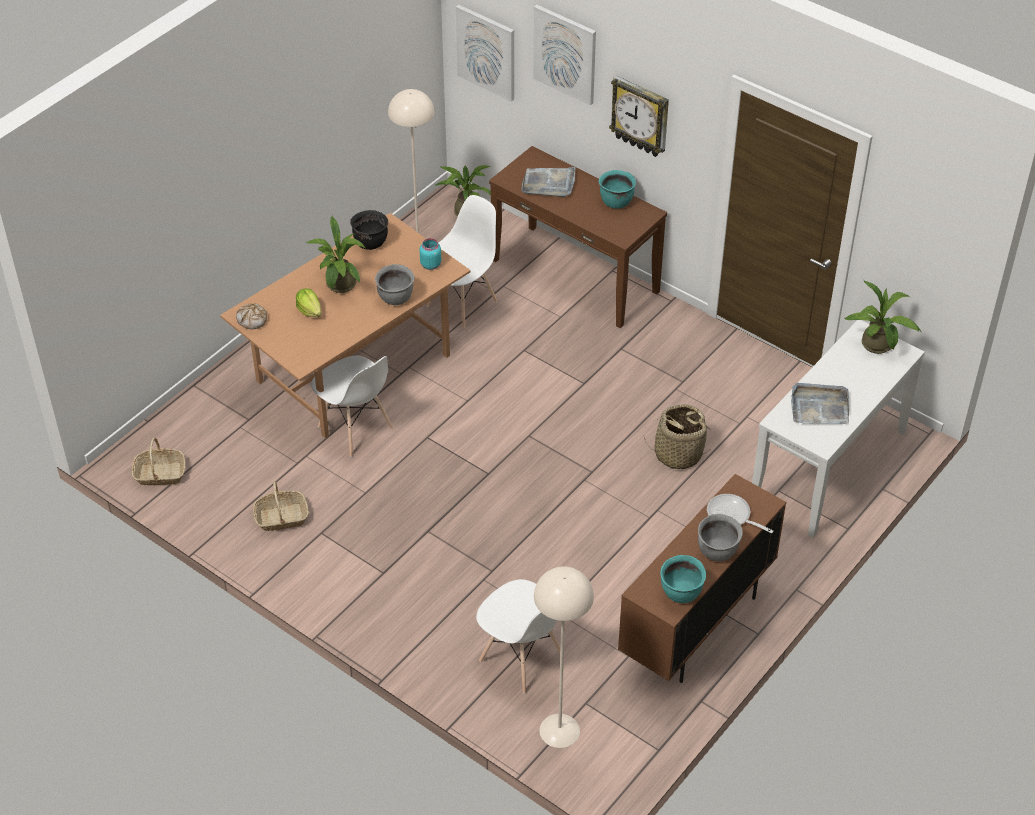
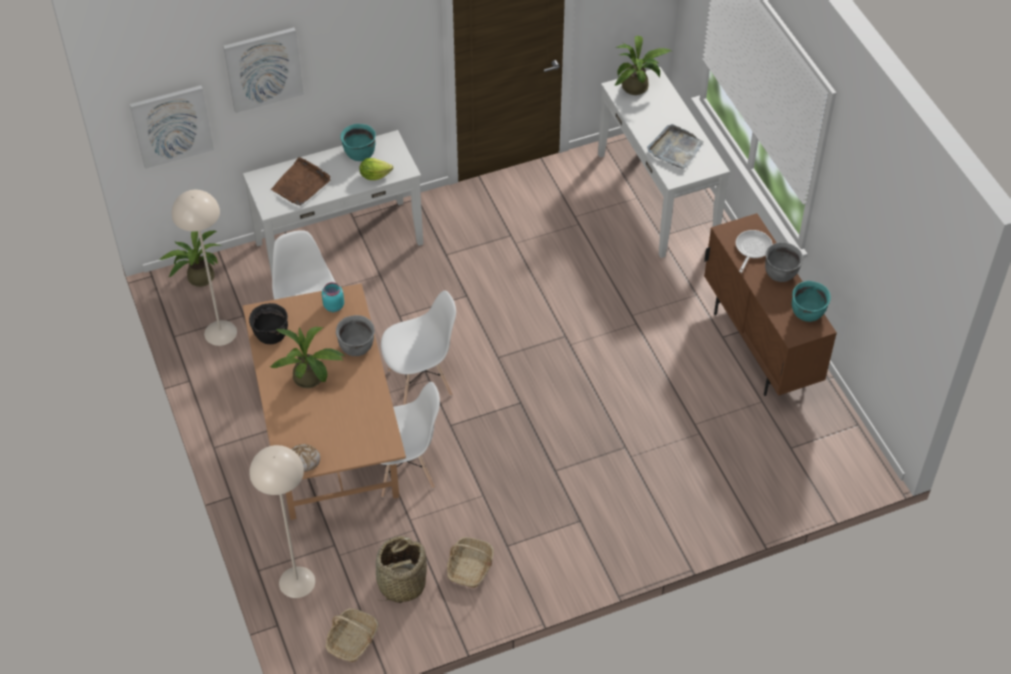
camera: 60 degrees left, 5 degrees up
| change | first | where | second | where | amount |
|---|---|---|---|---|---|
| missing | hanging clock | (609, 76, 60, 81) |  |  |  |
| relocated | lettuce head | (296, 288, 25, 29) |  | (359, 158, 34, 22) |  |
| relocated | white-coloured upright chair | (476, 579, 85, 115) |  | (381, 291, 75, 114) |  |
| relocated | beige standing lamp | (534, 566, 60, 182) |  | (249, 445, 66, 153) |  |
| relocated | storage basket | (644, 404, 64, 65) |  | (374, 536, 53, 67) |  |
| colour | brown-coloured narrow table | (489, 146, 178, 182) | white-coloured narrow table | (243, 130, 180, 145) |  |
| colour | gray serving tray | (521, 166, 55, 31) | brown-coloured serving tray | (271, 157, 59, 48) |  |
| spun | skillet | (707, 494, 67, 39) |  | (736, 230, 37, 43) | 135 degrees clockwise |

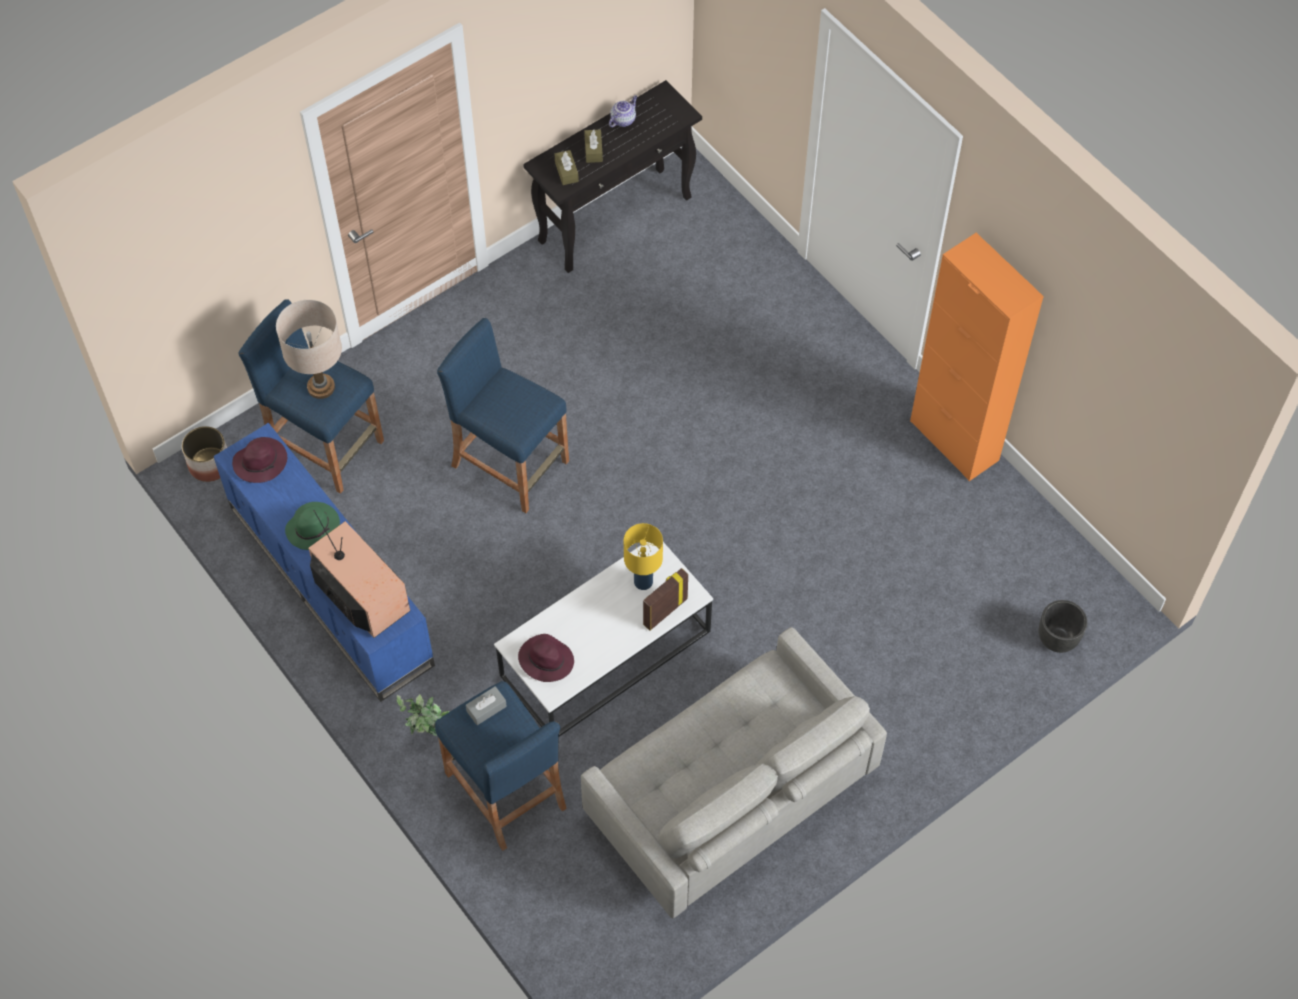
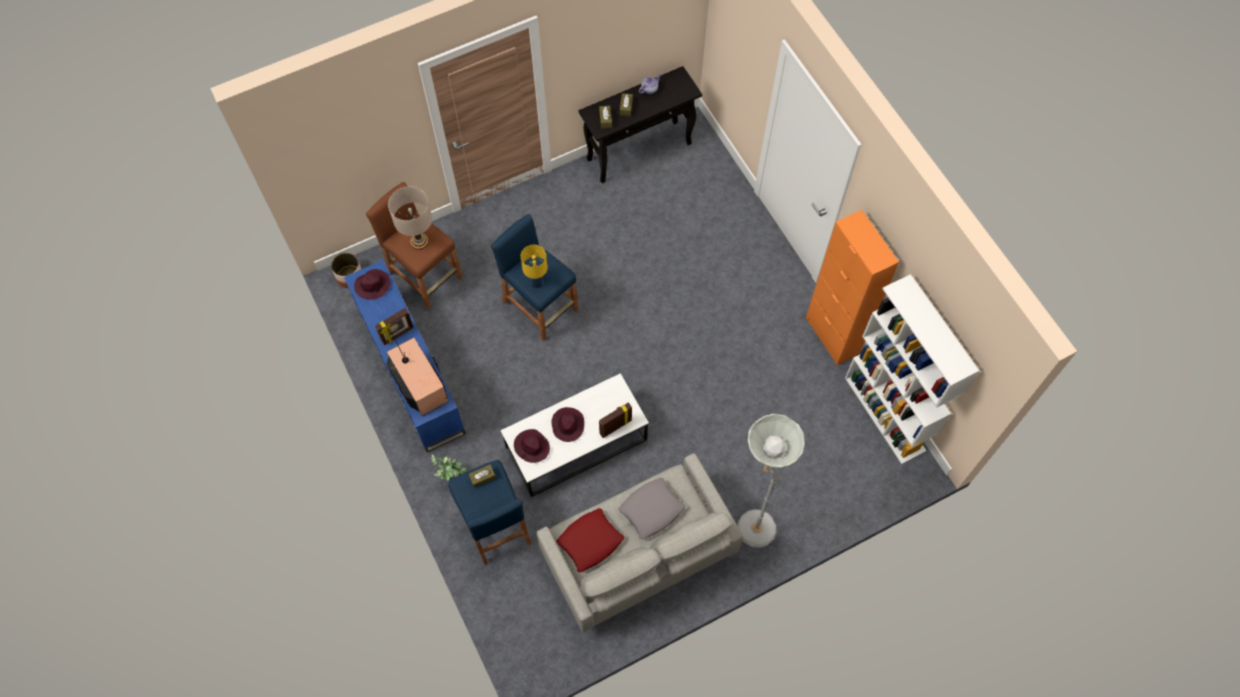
camera: 10 degrees right, 5 degrees up
| change | first | where | second | where | amount |
|---|---|---|---|---|---|
| missing | black flower pot | (1039, 600, 48, 53) |  |  |  |
| appeared |  |  | purple-coloured hat | (551, 407, 33, 35) |  |
| appeared |  |  | red throw pillow | (556, 508, 68, 64) |  |
| appeared |  |  | gray throw pillow | (618, 477, 68, 63) |  |
| appeared |  |  | gray standing lamp | (738, 414, 67, 134) |  |
| appeared |  |  | white-coloured shelving unit | (845, 274, 134, 190) |  |
| relocated | yellow table lamp | (624, 523, 39, 67) |  | (521, 245, 27, 44) |  |
| exchanged | green hat | (285, 502, 55, 48) | standing frame | (375, 308, 39, 37) |  |
| colour | blue stool seat | (239, 299, 145, 195) | brown-coloured stool seat | (366, 182, 96, 127) |  |
| colour | gray box of tissues | (466, 686, 41, 39) | brown-coloured box of tissues | (469, 465, 27, 23) |  |

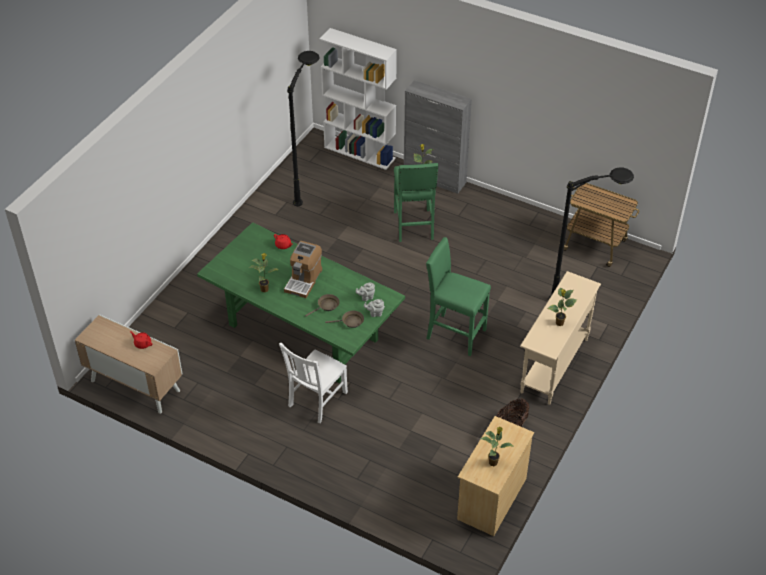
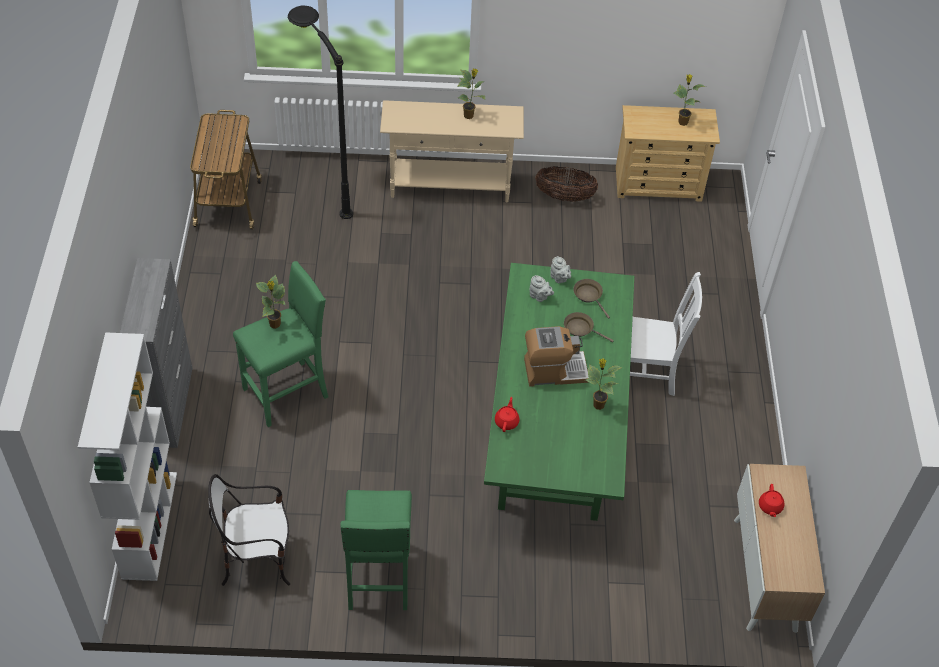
camera: 120 degrees left, 5 degrees up
| change | first | where | second | where | amount |
|---|---|---|---|---|---|
| relocated | green stool seat | (426, 237, 65, 119) |  | (340, 490, 72, 120) |  |
| exchanged | black standing lamp | (287, 51, 33, 155) | upright chair | (208, 474, 82, 112) |  |

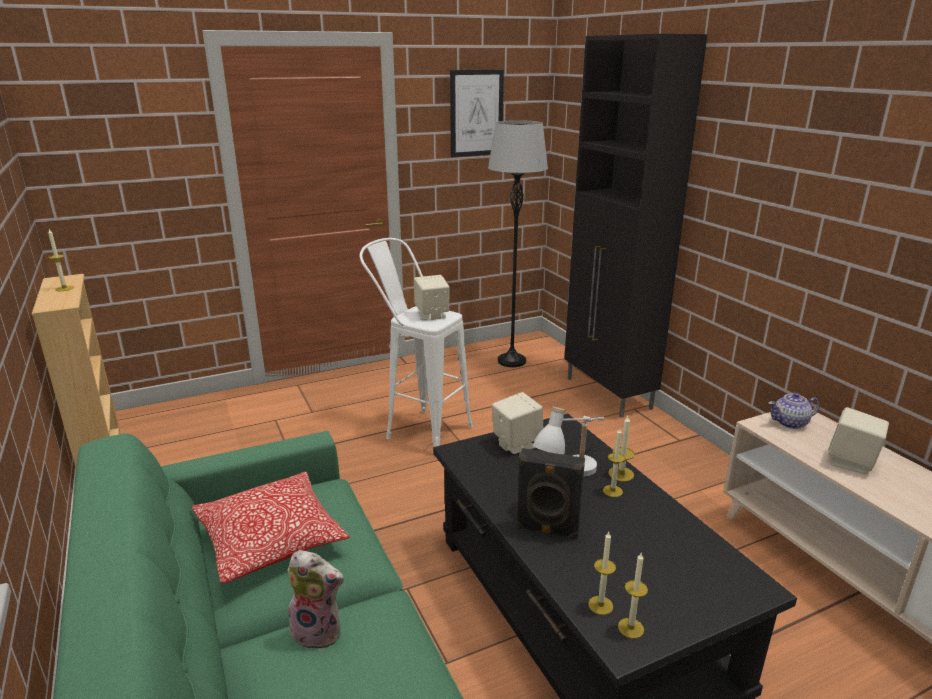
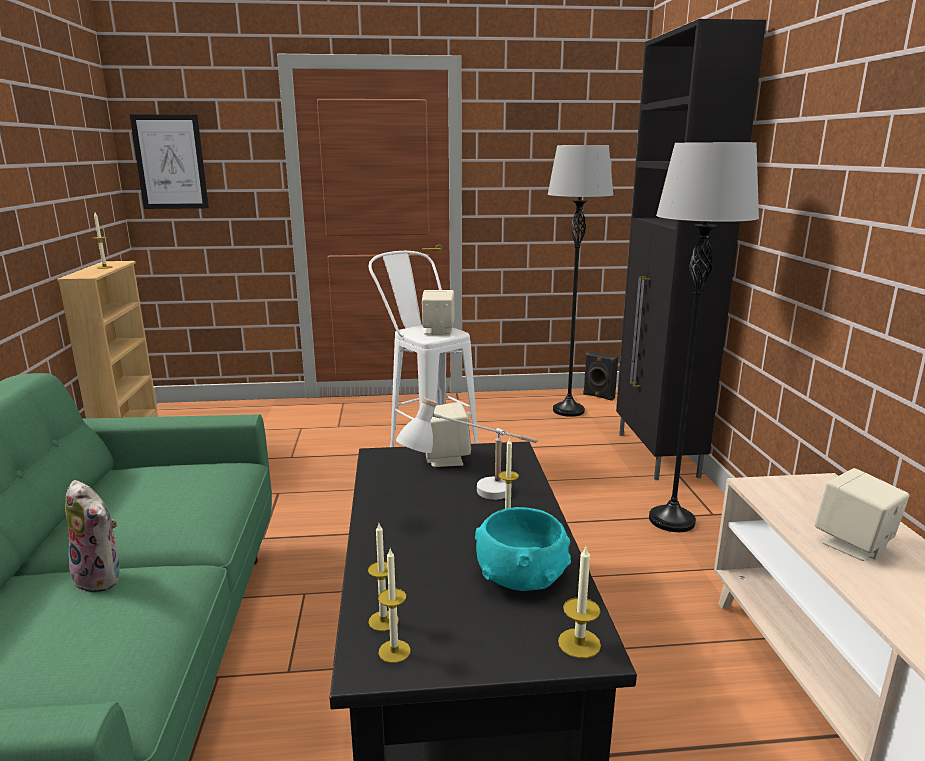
camera: 20 degrees right, 5 degrees down
| change | first | where | second | where | amount |
|---|---|---|---|---|---|
| missing | throw pillow | (192, 472, 158, 112) |  |  |  |
| missing | tea pot | (768, 393, 52, 36) |  |  |  |
| appeared |  |  | blue-green bowl | (475, 507, 96, 84) |  |
| appeared |  |  | gray standing lamp | (649, 142, 110, 390) |  |
| relocated | wall picture | (450, 70, 54, 87) |  | (130, 115, 79, 94) |  |
| relocated | black audio speaker | (516, 448, 69, 92) |  | (583, 351, 35, 50) |  |
| relocated | wax light | (608, 416, 27, 66) |  | (558, 547, 43, 112) |  |

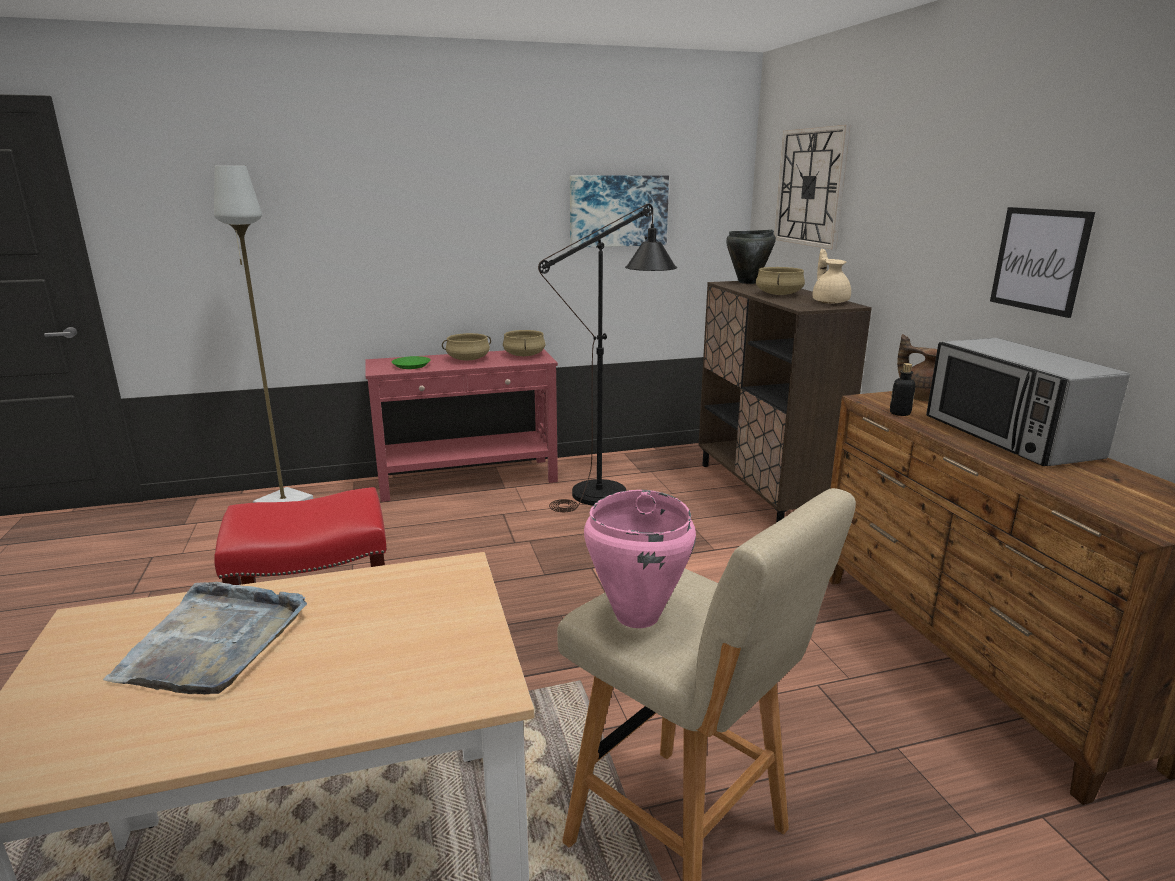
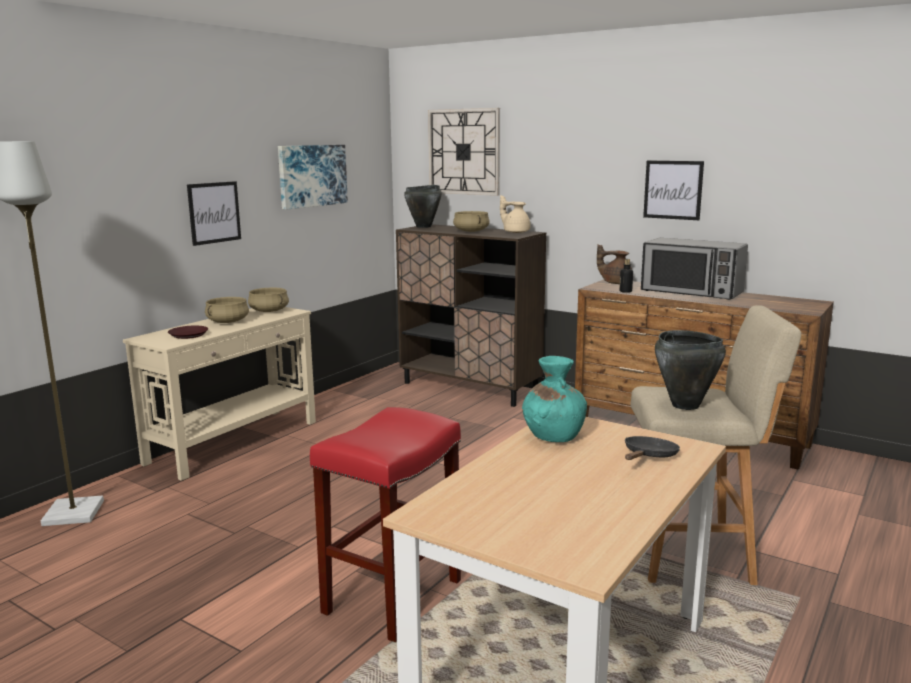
camera: 40 degrees left, 5 degrees down
| change | first | where | second | where | amount |
|---|---|---|---|---|---|
| missing | gray serving tray | (103, 582, 204, 112) |  |  |  |
| missing | black standing lamp | (538, 204, 139, 308) |  |  |  |
| appeared |  |  | wall picture | (187, 181, 54, 65) |  |
| appeared |  |  | blue-green decorative vase | (522, 356, 65, 86) |  |
| appeared |  |  | black skillet | (625, 436, 55, 24) |  |
| colour | red narrow table | (365, 349, 193, 153) | beige narrow table | (123, 307, 193, 174) |  |
| colour | green plate | (392, 356, 39, 13) | brown-coloured plate | (168, 326, 40, 13) |  |
| colour | pinkish saucepot | (584, 490, 112, 138) | black saucepot | (655, 330, 71, 80) |  |

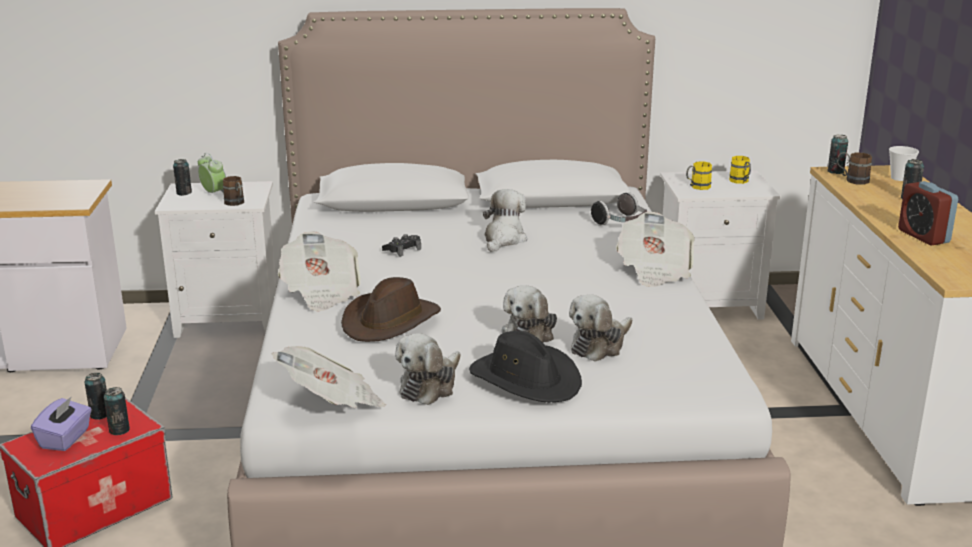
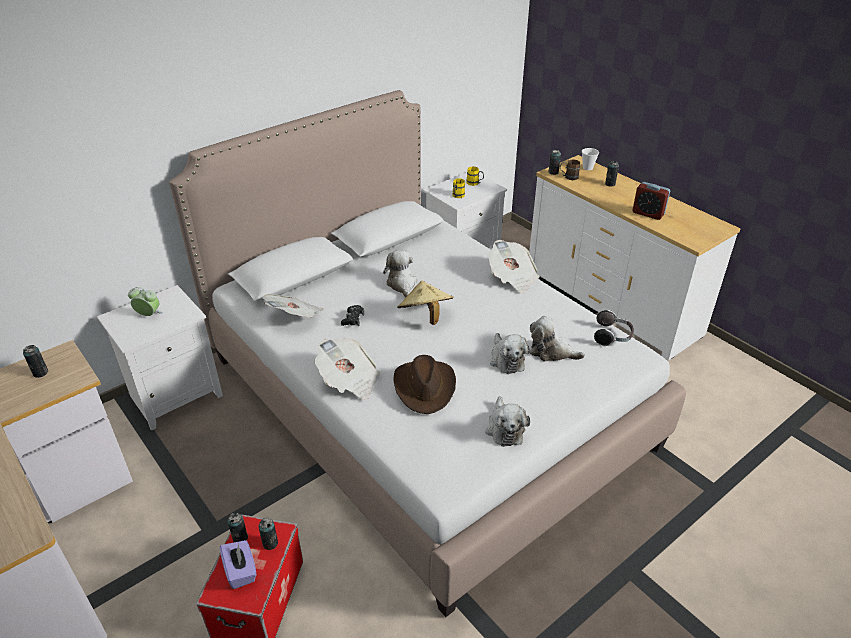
camera: 35 degrees left, 15 degrees up
| change | first | where | second | where | amount |
|---|---|---|---|---|---|
| missing | brown-coloured mug | (223, 176, 21, 30) |  |  |  |
| missing | black hat | (469, 331, 113, 72) |  |  |  |
| appeared |  |  | beige hat | (397, 281, 56, 44) |  |
| relocated | sealed can | (173, 159, 19, 37) |  | (23, 345, 25, 33) |  |
| relocated | newspaper | (272, 346, 114, 62) |  | (262, 294, 62, 24) |  |
| relocated | pair of headphones | (591, 192, 56, 34) |  | (594, 310, 40, 36) |  |
| spun | plush toy | (569, 294, 63, 68) |  | (529, 316, 56, 46) | 105 degrees clockwise |

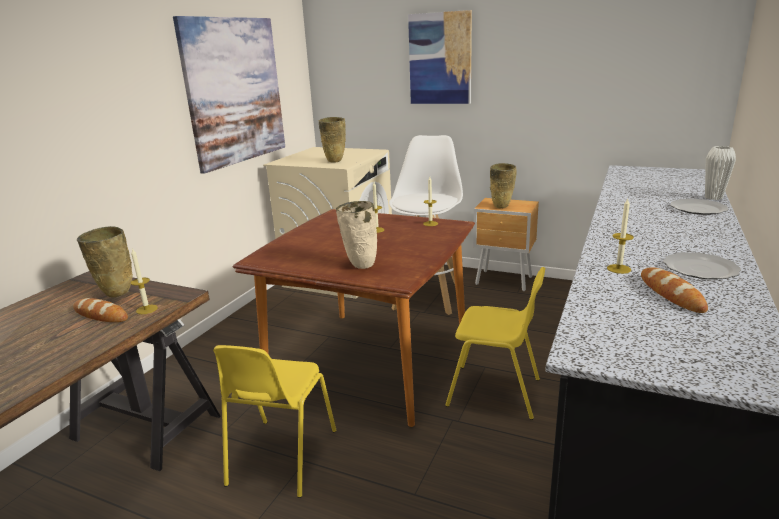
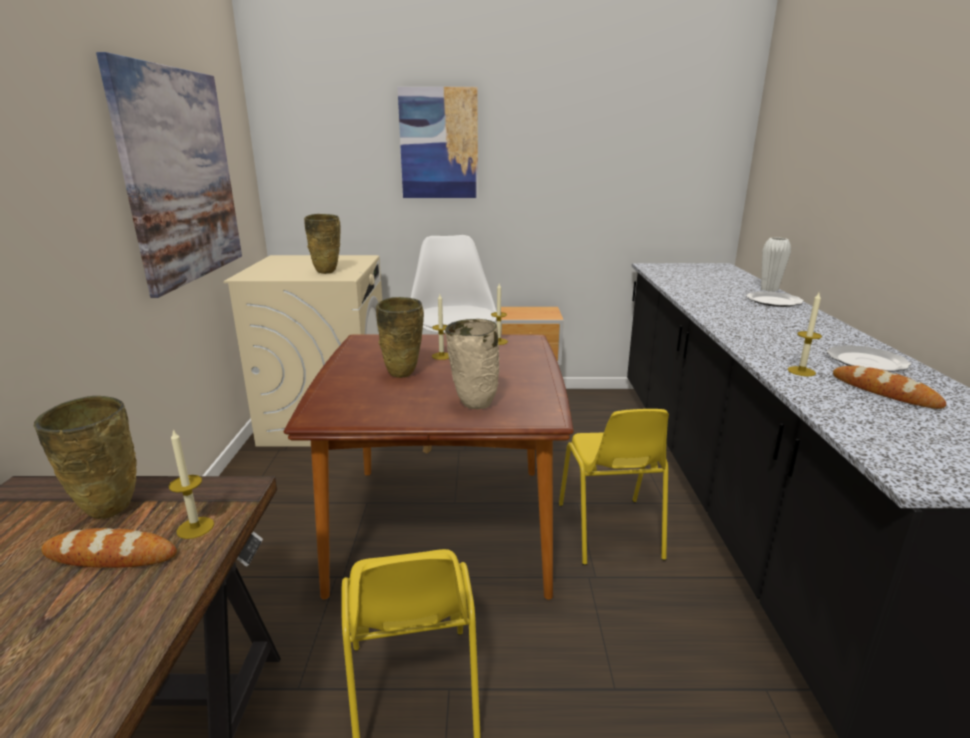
camera: 25 degrees left, 0 degrees up
| change | first | where | second | where | amount |
|---|---|---|---|---|---|
| relocated | beige decorative vase | (490, 163, 27, 46) |  | (376, 297, 48, 81) |  |
| spun | yellow upright chair | (445, 267, 100, 153) |  | (559, 409, 110, 156) | 90 degrees clockwise |

